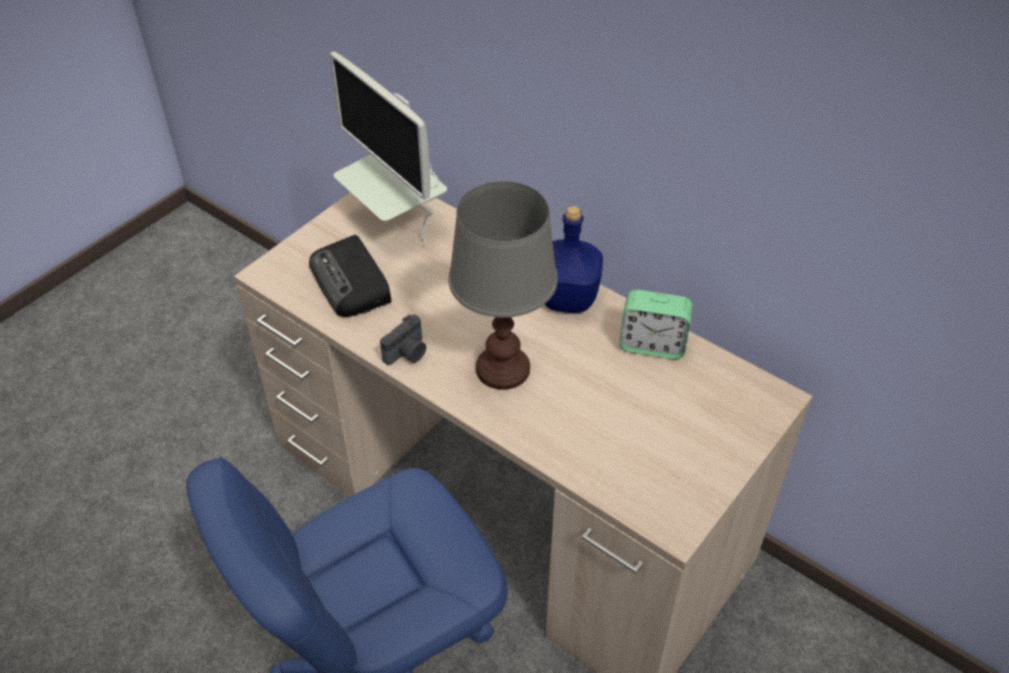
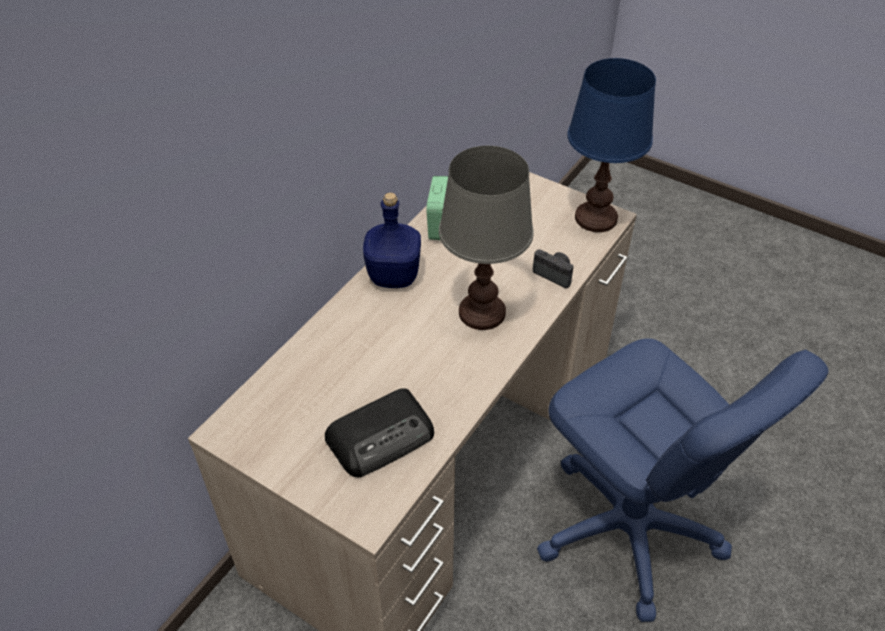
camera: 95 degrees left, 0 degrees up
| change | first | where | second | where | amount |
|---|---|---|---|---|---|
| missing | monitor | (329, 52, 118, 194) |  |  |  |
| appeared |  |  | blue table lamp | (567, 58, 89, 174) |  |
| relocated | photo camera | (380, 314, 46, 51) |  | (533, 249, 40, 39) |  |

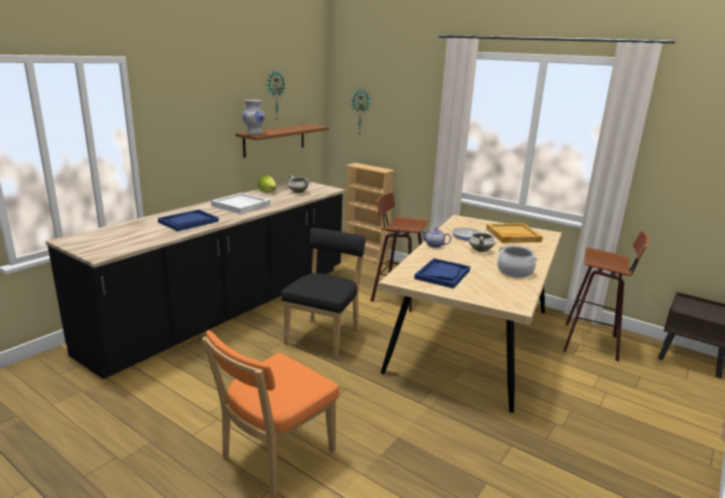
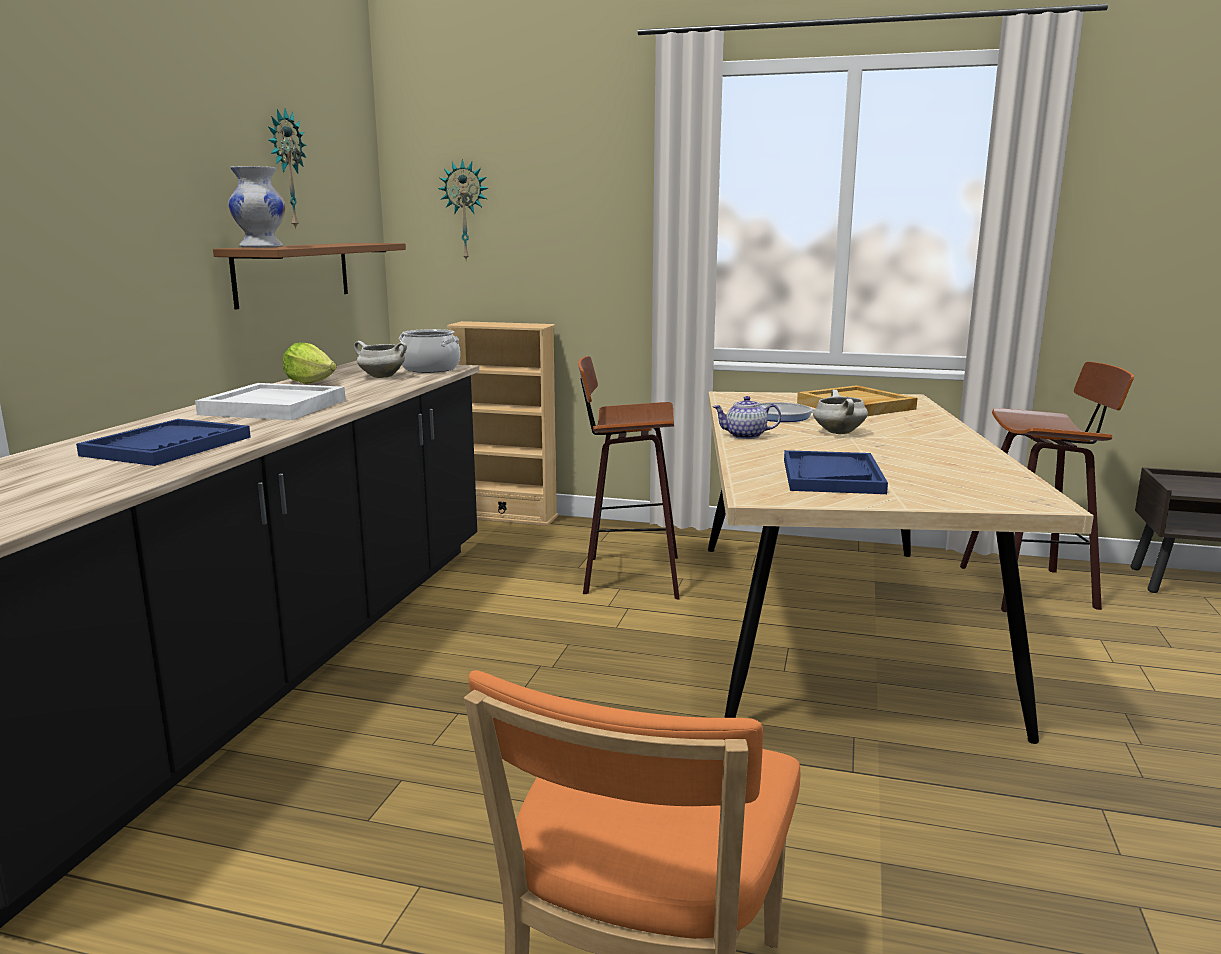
camera: 20 degrees left, 5 degrees down
| change | first | where | second | where | amount |
|---|---|---|---|---|---|
| missing | black upright chair | (281, 228, 85, 130) |  |  |  |
| relocated | saucepot | (497, 245, 41, 33) |  | (399, 329, 61, 44) |  |

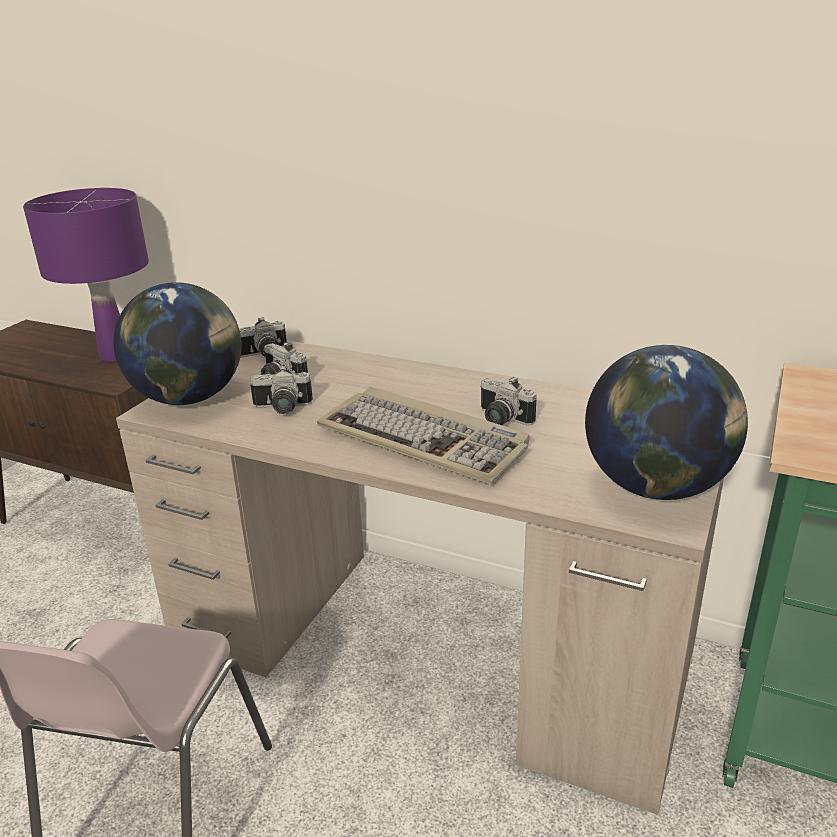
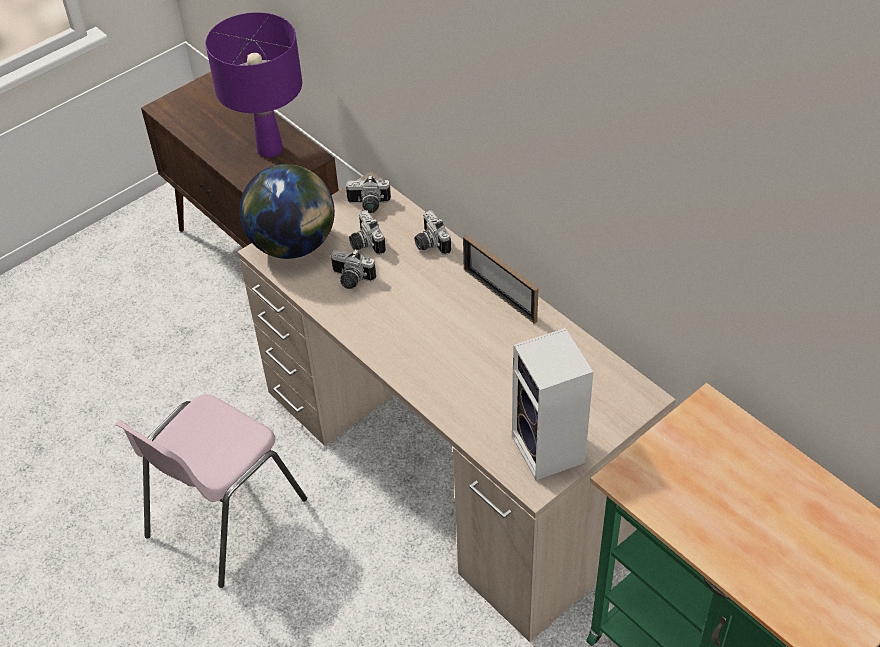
camera: 25 degrees right, 20 degrees up
| change | first | where | second | where | amount |
|---|---|---|---|---|---|
| missing | computer keyboard | (317, 387, 213, 97) |  |  |  |
| appeared |  |  | standing frame | (463, 235, 75, 89) |  |
| relocated | photo camera | (480, 377, 57, 48) |  | (414, 210, 37, 45) |  |
| exchanged | globe | (585, 345, 163, 155) | audio speaker | (512, 328, 81, 153) |  |

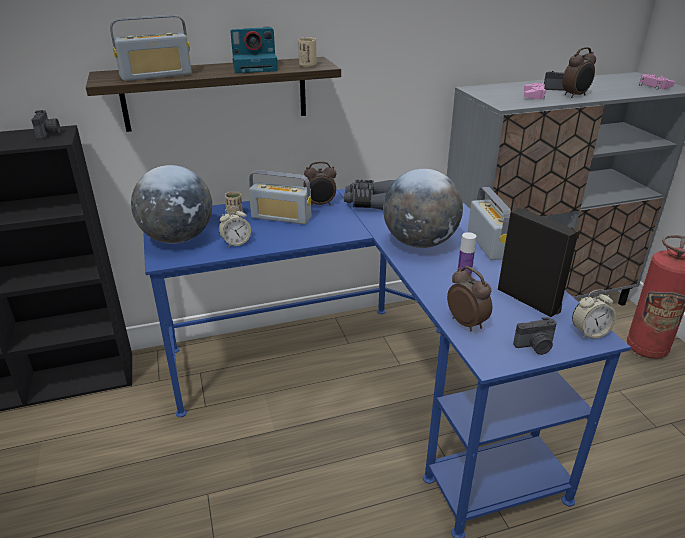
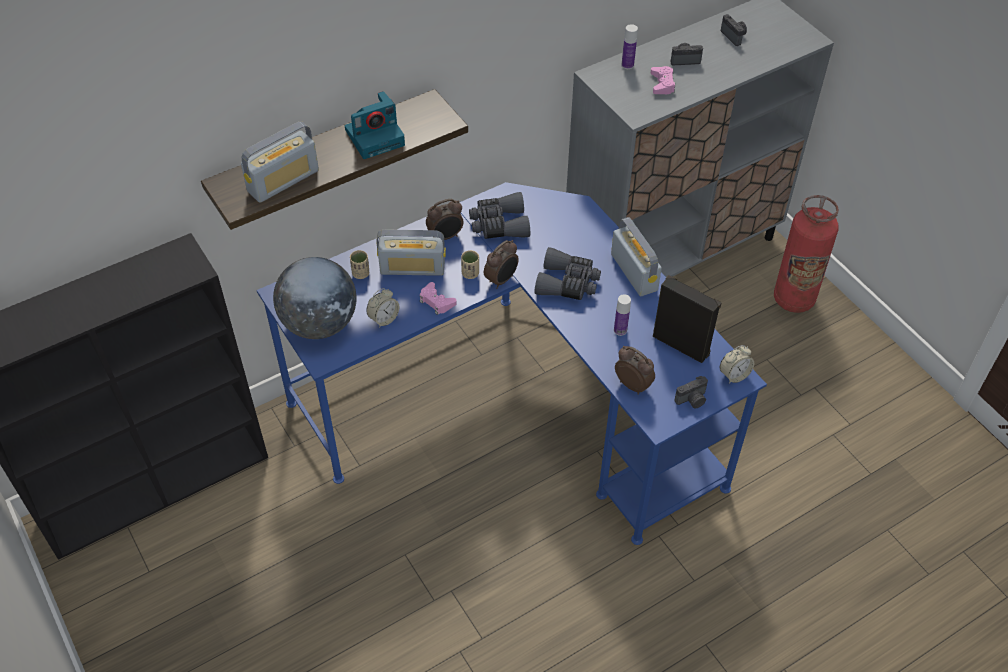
camera: 15 degrees left, 20 degrees up
| change | first | where | second | where | amount |
|---|---|---|---|---|---|
| appeared |  |  | drink bottle | (621, 24, 17, 45) |  |
| relocated | photo camera | (31, 110, 29, 30) |  | (721, 14, 26, 32) |  |
| relocated | beige drinking cup | (298, 37, 19, 30) |  | (461, 250, 18, 29) |  |
| relocated | alarm clock | (562, 47, 34, 51) |  | (484, 240, 35, 49) |  |
| relocated | pinkish game controller | (639, 74, 36, 16) |  | (420, 282, 37, 33) |  |
| exchanged | globe | (383, 169, 80, 79) | gray field glasses | (534, 247, 67, 53) |  |

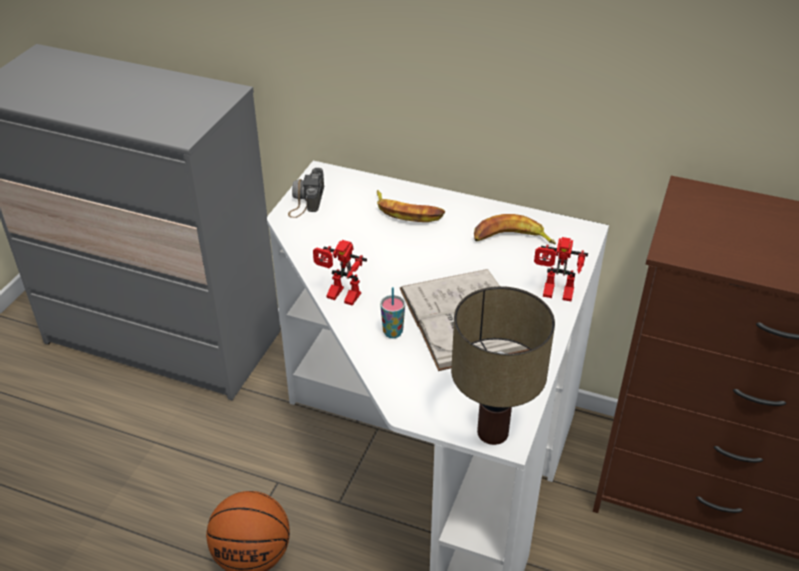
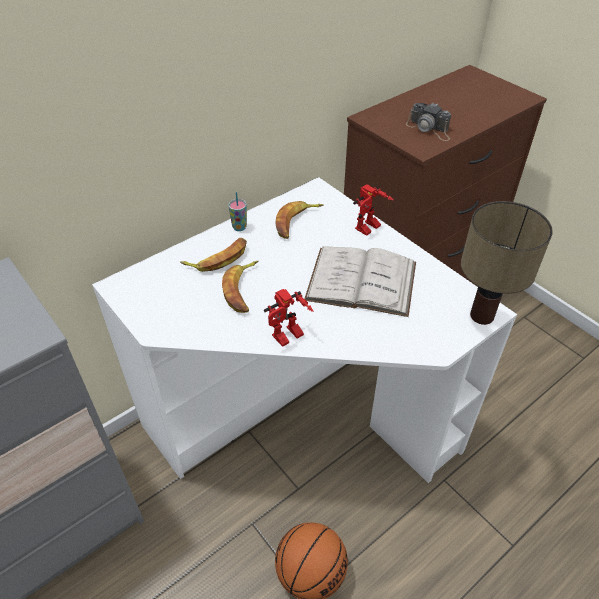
camera: 60 degrees left, 5 degrees up
| change | first | where | second | where | amount |
|---|---|---|---|---|---|
| appeared |  |  | whole banana | (222, 261, 36, 52) |  |
| relocated | photo camera | (288, 168, 36, 50) |  | (406, 102, 45, 39) |  |
| relocated | drinking cup | (380, 287, 25, 51) |  | (228, 192, 19, 39) |  |

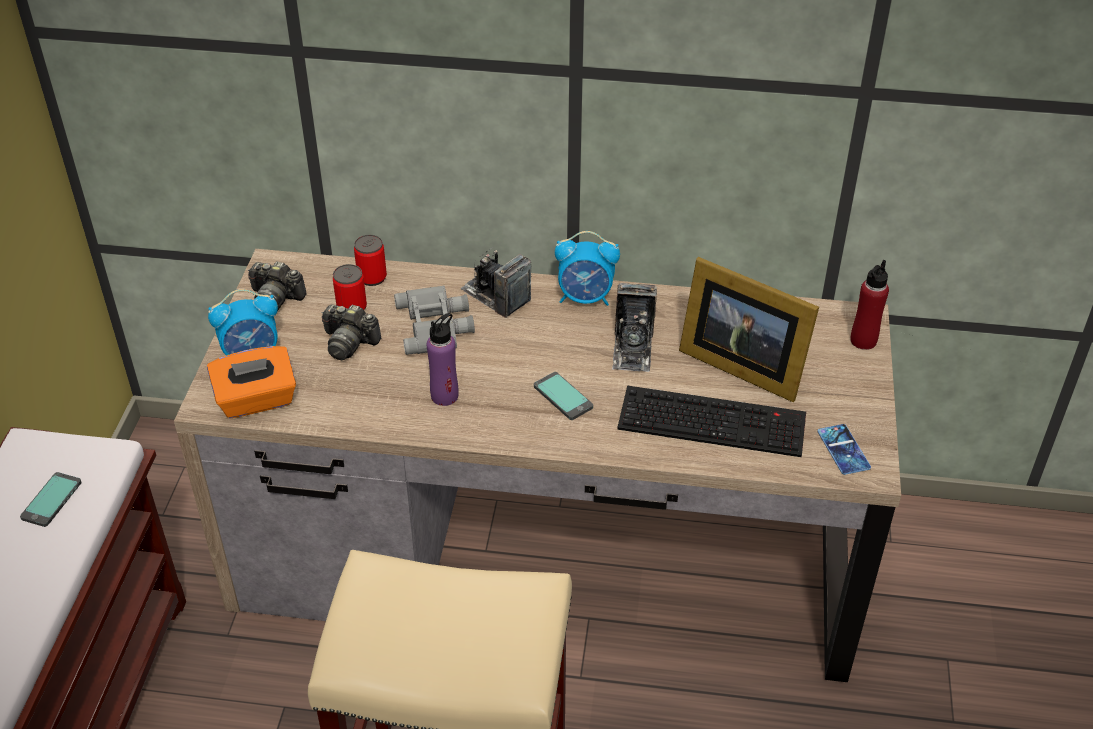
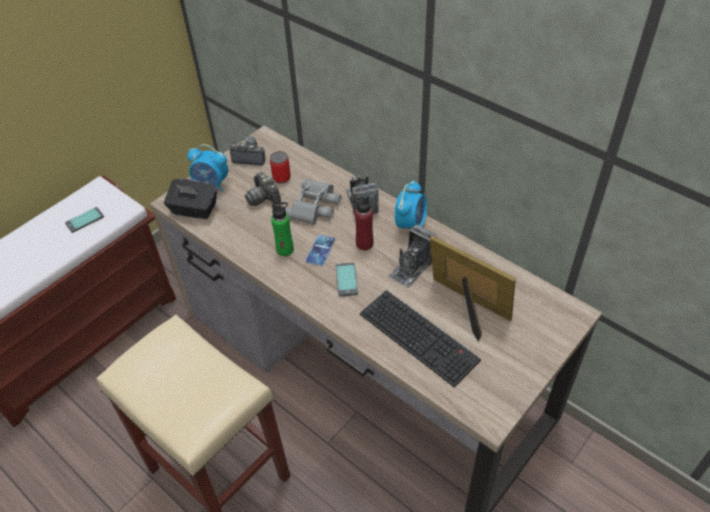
camera: 35 degrees right, 5 degrees up
| change | first | where | second | where | amount |
|---|---|---|---|---|---|
| missing | sealed can | (354, 235, 33, 51) |  |  |  |
| relocated | handset | (817, 424, 54, 51) |  | (306, 235, 29, 31) |  |
| relocated | red drink bottle | (850, 260, 39, 90) |  | (354, 196, 20, 54) |  |
| colour | orangey box of tissues | (207, 346, 89, 72) | black box of tissues | (164, 179, 53, 40) |  |
| colour | purple-coloured drink bottle | (427, 313, 32, 93) | green drink bottle | (271, 202, 23, 54) |  |
| spun | photo camera | (248, 261, 59, 49) |  | (230, 136, 35, 29) | 135 degrees clockwise |
| spun | alarm clock | (555, 231, 65, 75) |  | (395, 180, 32, 49) | 105 degrees counterclockwise |
| spun | standing frame | (679, 257, 140, 145) |  | (430, 236, 86, 105) | 150 degrees clockwise |

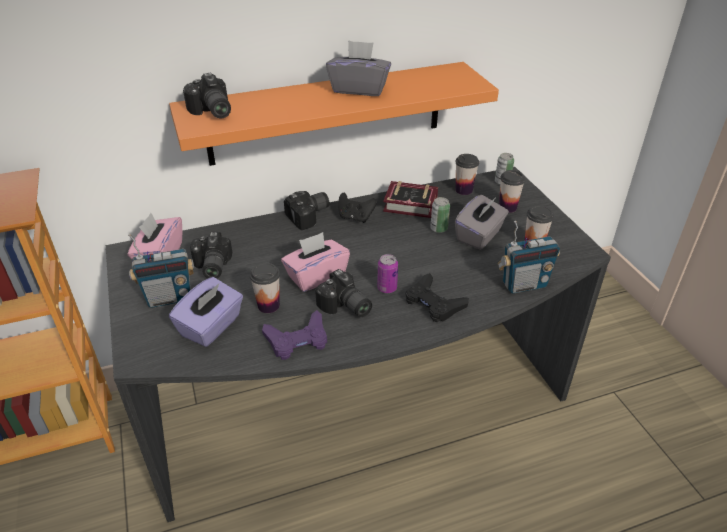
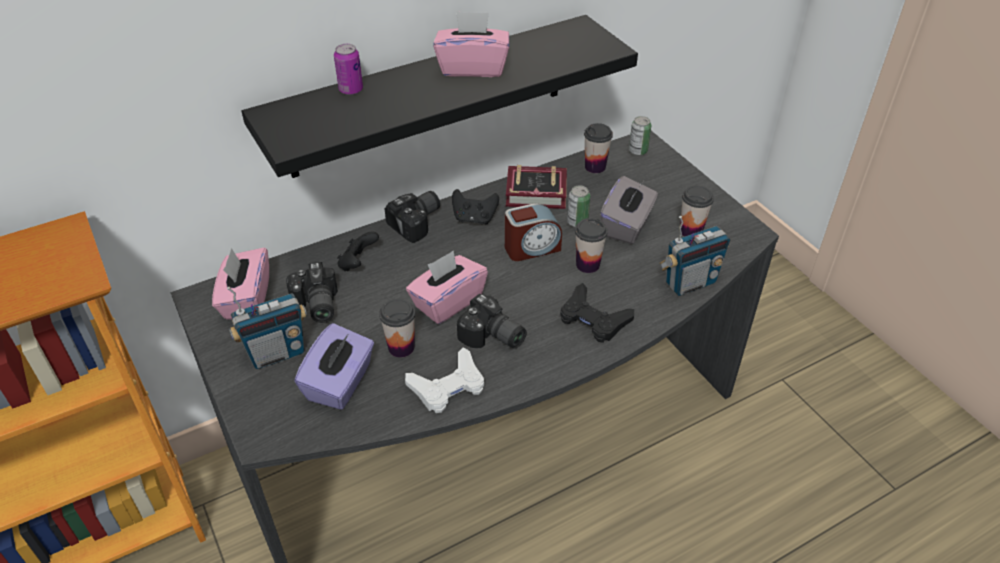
camera: 10 degrees left, 5 degrees up
| change | first | where | second | where | amount |
|---|---|---|---|---|---|
| missing | photo camera | (183, 73, 48, 45) |  |  |  |
| appeared |  |  | black game controller | (337, 231, 42, 41) |  |
| appeared |  |  | alarm clock | (505, 203, 57, 58) |  |
| relocated | sealed can | (377, 254, 21, 39) |  | (334, 44, 29, 51) |  |
| relocated | drinking cup | (499, 170, 26, 43) |  | (575, 218, 33, 55) |  |
| colour | orangey wall shelf | (169, 62, 330, 104) | black wall shelf | (241, 15, 397, 163) |  |
| colour | purple-coloured game controller | (262, 310, 65, 50) | white-coloured game controller | (405, 347, 79, 66) |  |
| colour | gray box of tissues | (326, 40, 65, 56) | pinkish box of tissues | (433, 11, 76, 66) |  |

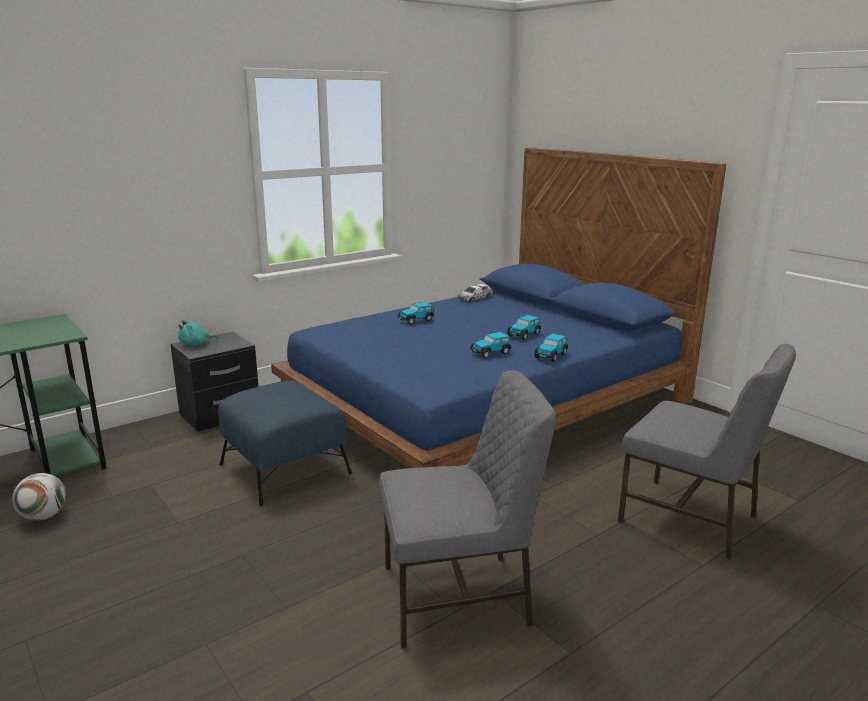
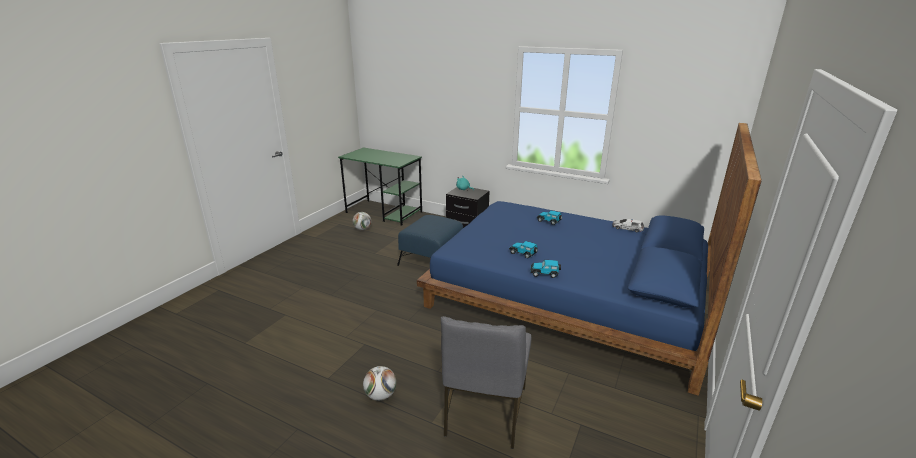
camera: 65 degrees right, 5 degrees up
| change | first | where | second | where | amount |
|---|---|---|---|---|---|
| missing | gray upright chair | (379, 370, 177, 279) |  |  |  |
| missing | miniature car | (507, 315, 34, 25) |  |  |  |
| appeared |  |  | football ball | (363, 366, 34, 35) |  |

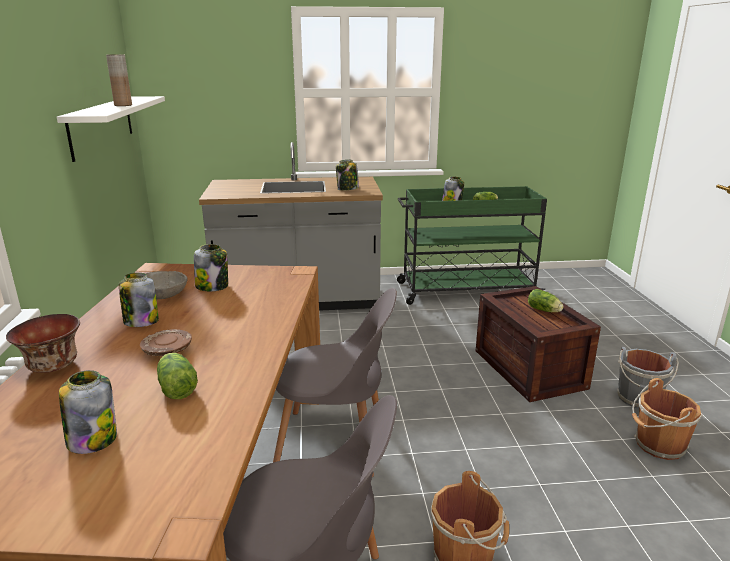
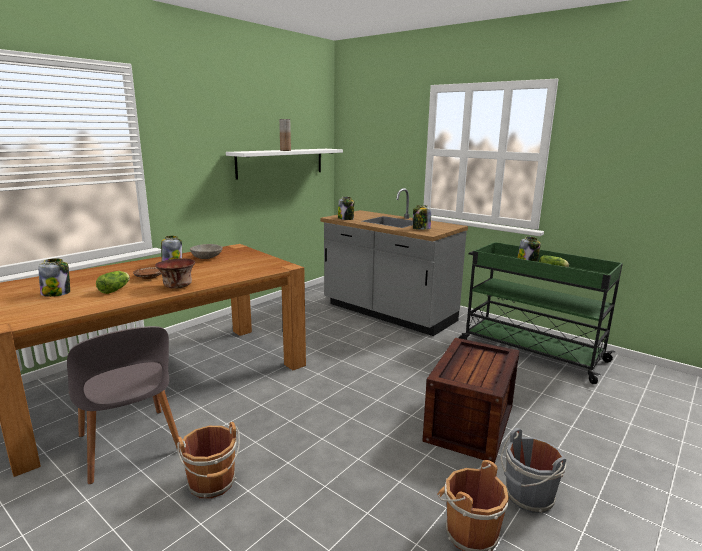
camera: 45 degrees right, 5 degrees down
| change | first | where | second | where | amount |
|---|---|---|---|---|---|
| missing | gray upright chair | (273, 288, 124, 189) |  |  |  |
| missing | lettuce head | (528, 289, 35, 23) |  |  |  |
| relocated | bowl | (6, 314, 74, 59) |  | (155, 258, 40, 31) |  |
| relocated | preserve jar | (194, 244, 34, 47) |  | (338, 197, 16, 23) |  |

